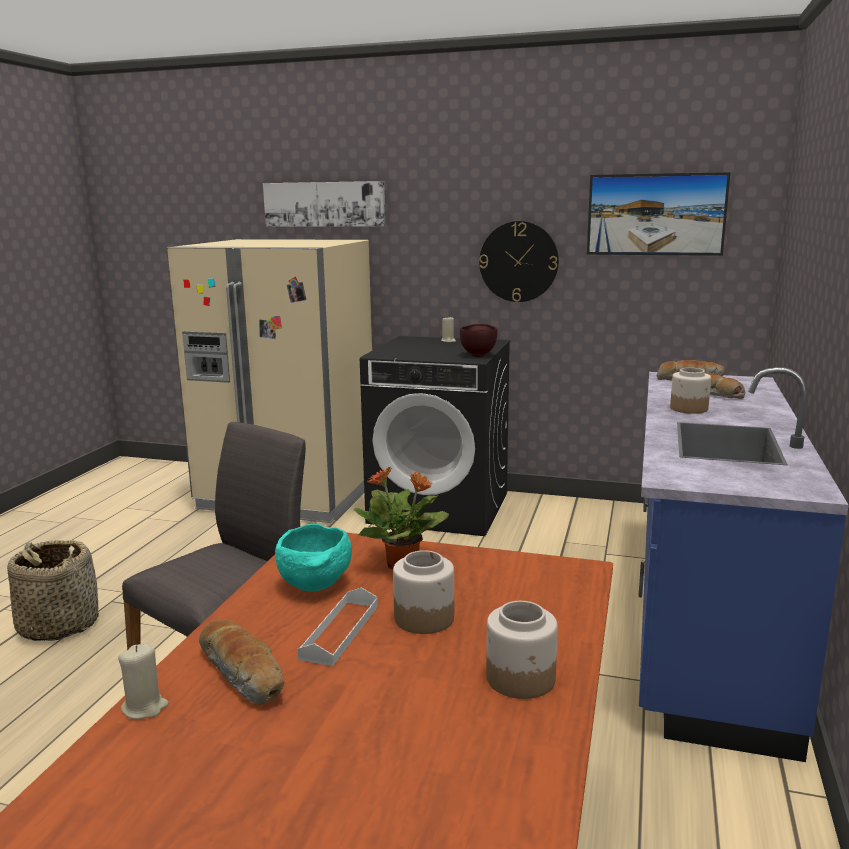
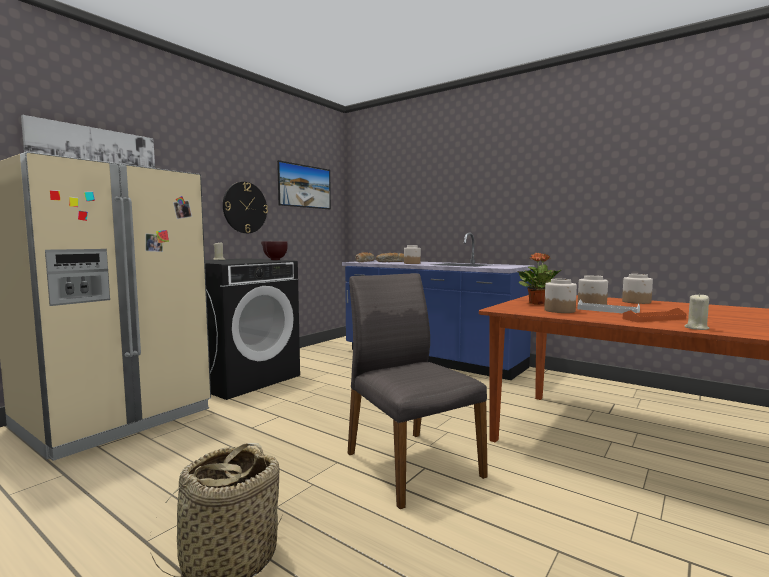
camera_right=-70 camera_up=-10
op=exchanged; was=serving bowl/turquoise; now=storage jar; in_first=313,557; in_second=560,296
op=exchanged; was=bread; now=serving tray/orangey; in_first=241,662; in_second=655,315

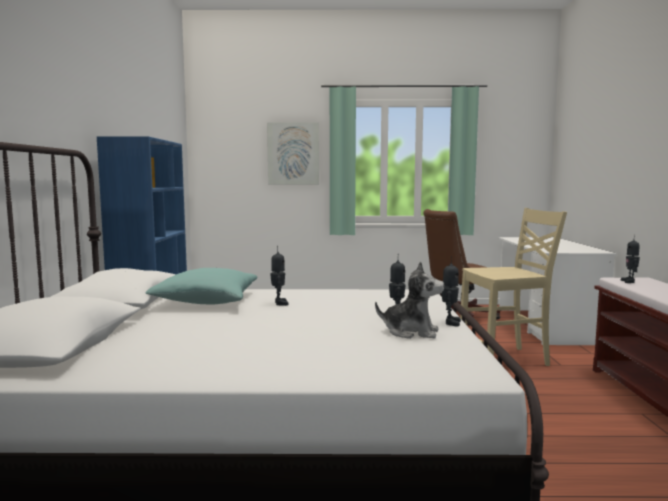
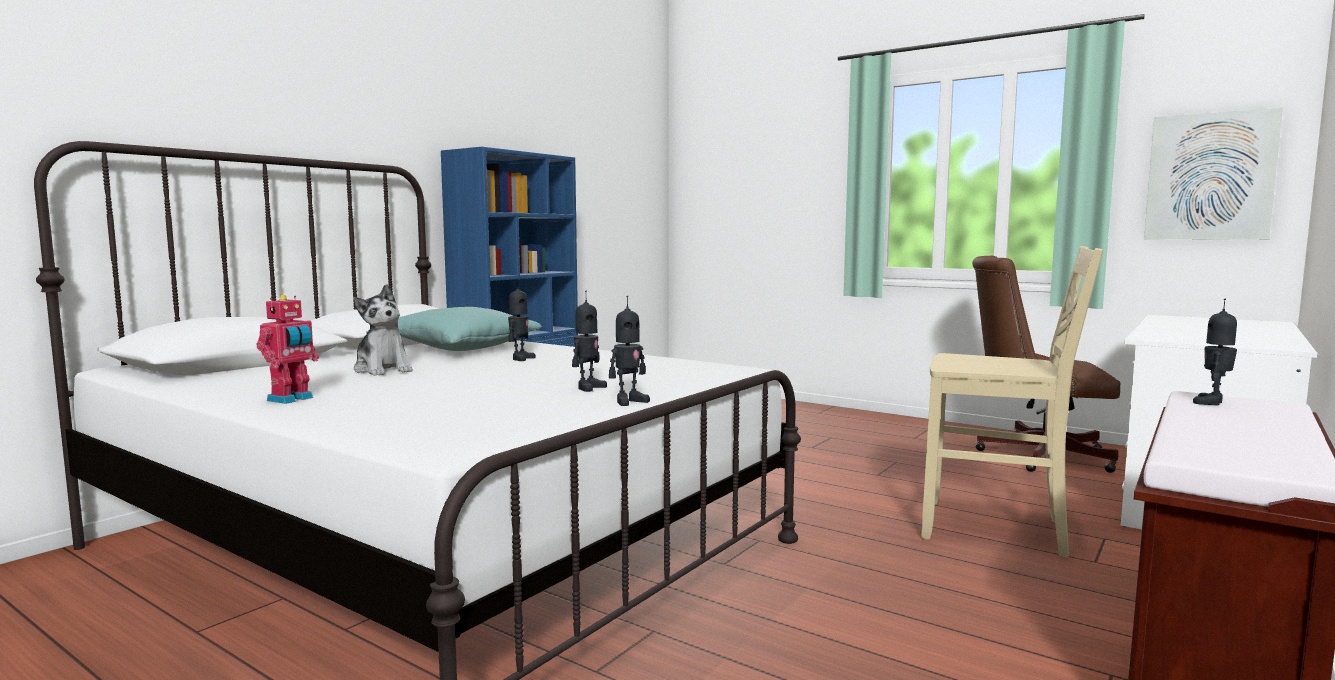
camera_right=35 camera_up=0
op=relocated; was=wall art; in_first=293,153; in_second=1213,174
op=relocated; was=cuddly toy; in_first=409,300; in_second=383,330
op=appeared; now=model robot; in_second=288,349

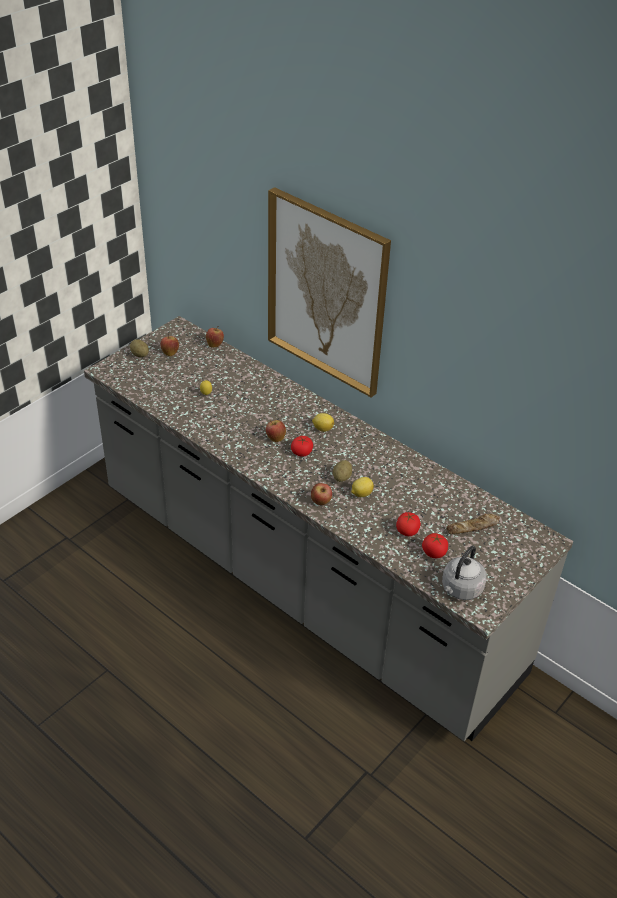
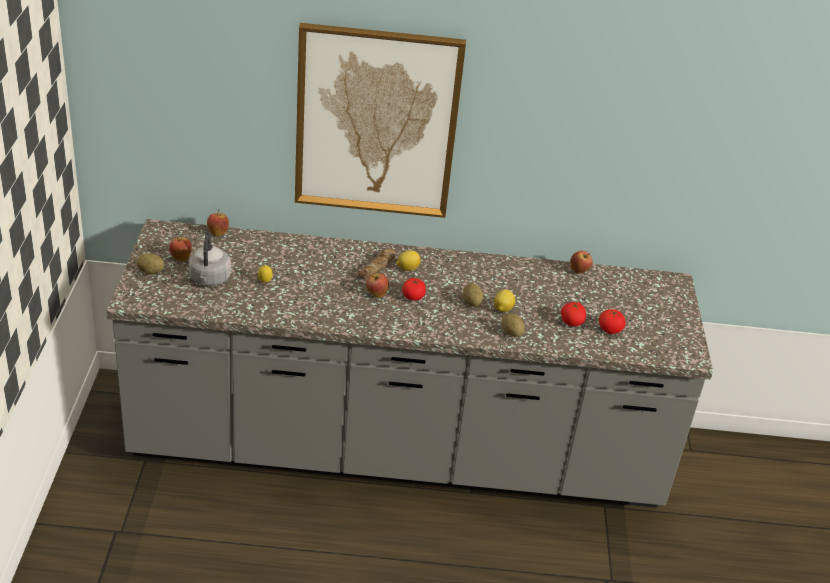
camera_right=-40 camera_up=-5
op=relocated; was=apple; in_first=321,494; in_second=581,262
op=relocated; was=bread; in_first=473,524; in_second=377,263
op=relocated; was=kettle/gray; in_first=464,572; in_second=210,258
op=appeared; now=whole potato; in_second=513,325

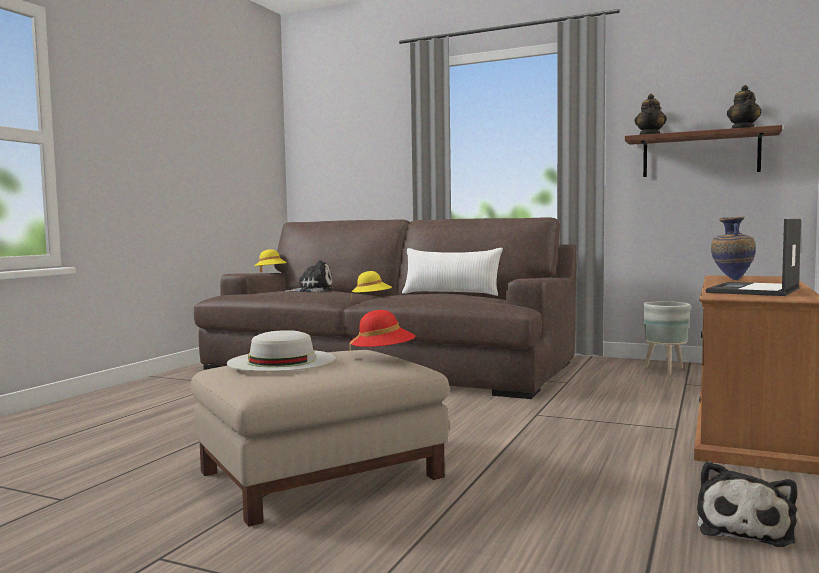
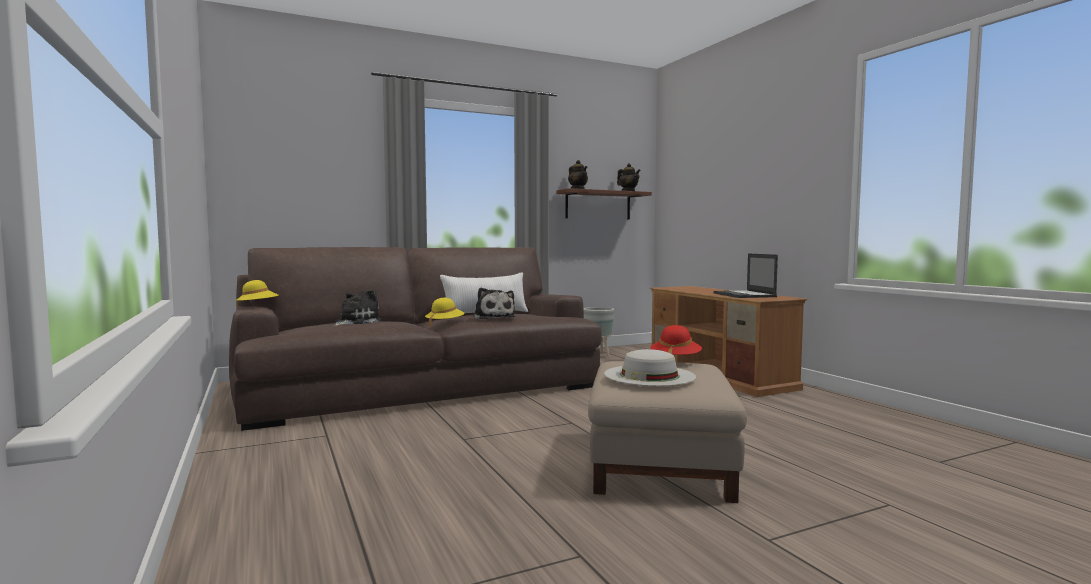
camera_right=-50 camera_up=0
op=missing; was=decorative vase; in_first=733,248
op=relocated; was=cuddly toy; in_first=747,504; in_second=494,303

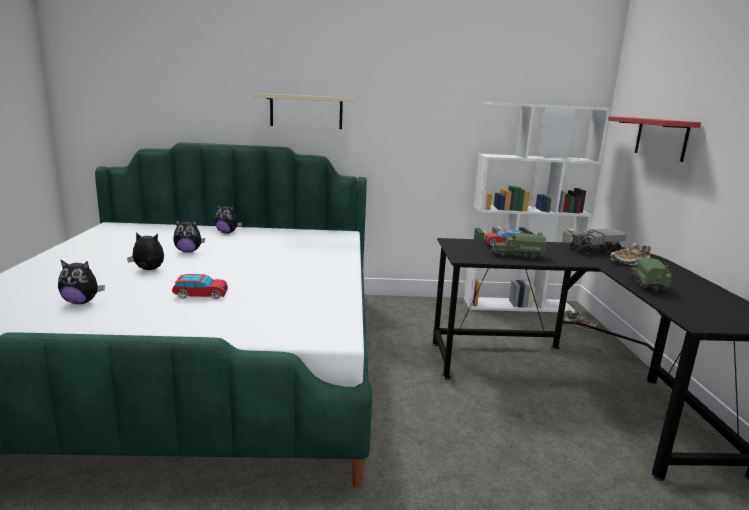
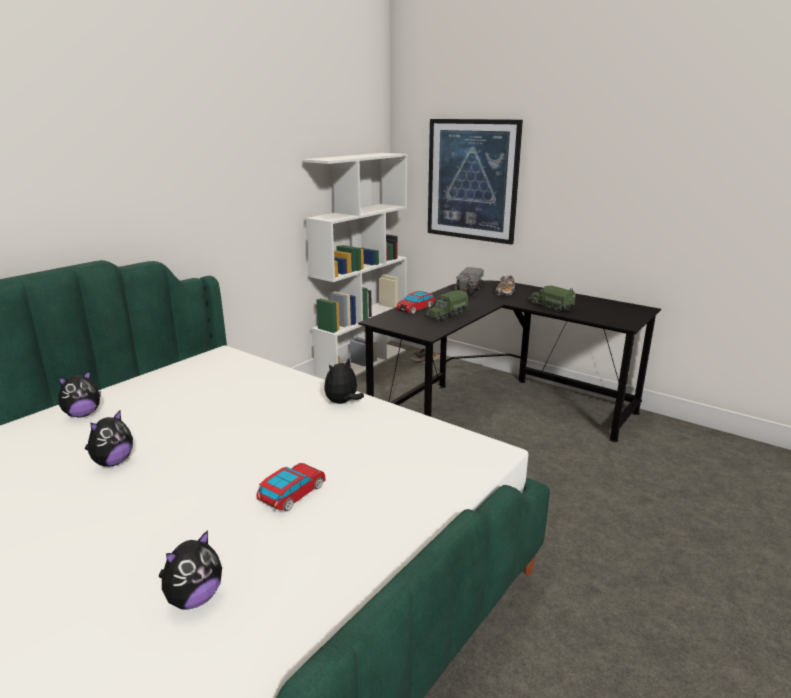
camera_right=-50 camera_up=5
op=missing; was=wall shelf/beige; in_first=304,111
op=exchanged; was=wall shelf/reddish; now=wall art; in_first=654,139; in_second=475,182
op=relocated; was=cuddly toy; in_first=145,251; in_second=344,381

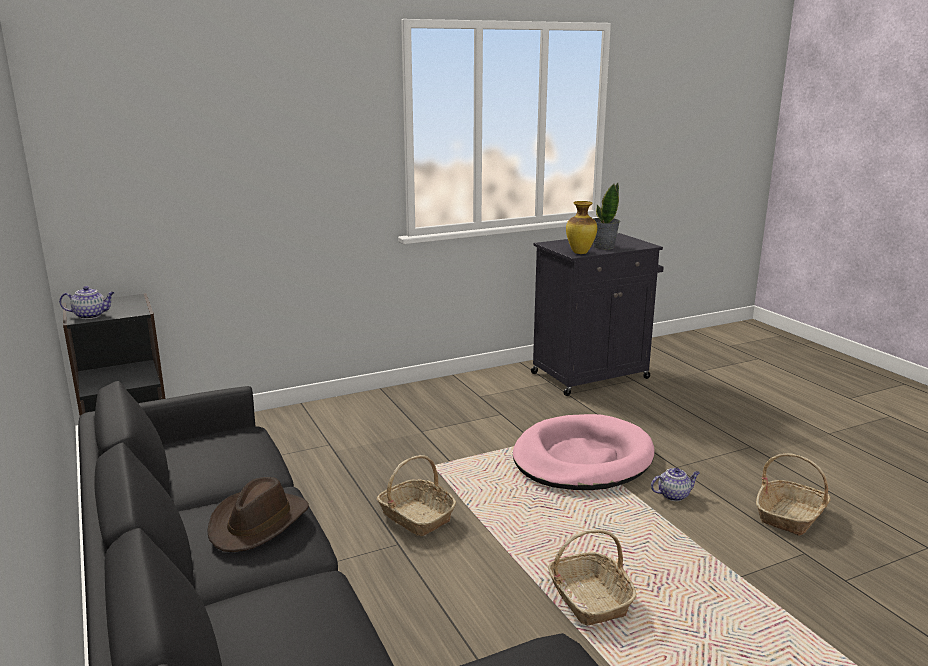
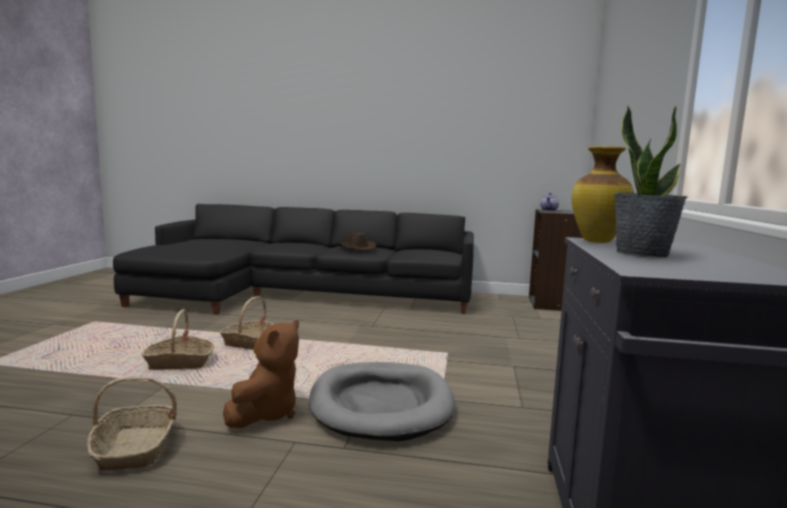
camera_right=125 camera_up=-10
op=colour; was=pet bed/pinkish; now=pet bed/gray; in_first=584,452; in_second=382,401
op=relocated; was=household basket; in_first=417,495; in_second=178,339
op=exchanged; was=tea pot; now=cuddly toy/brown-coloured; in_first=675,484; in_second=261,374

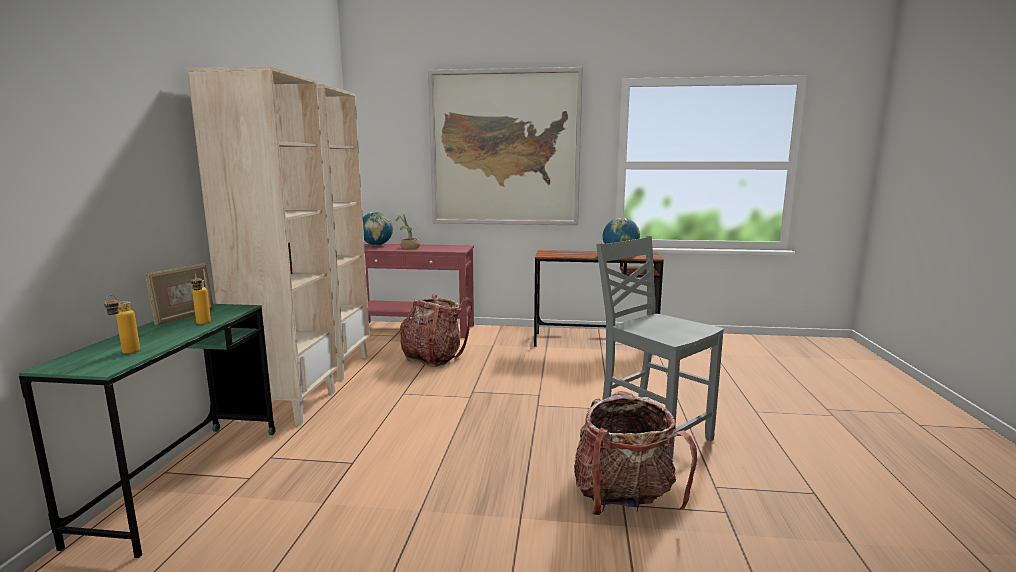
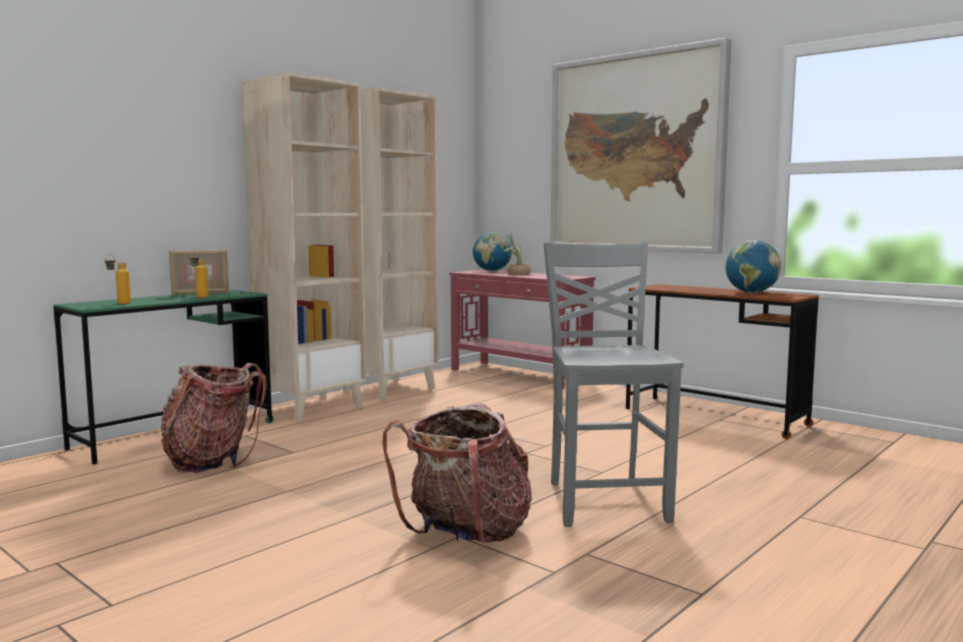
camera_right=35 camera_up=-5
op=relocated; was=knapsack; in_first=436,331; in_second=214,418

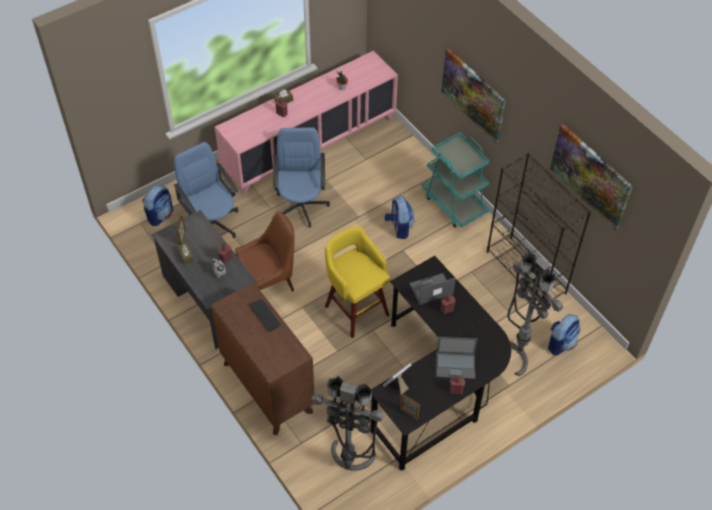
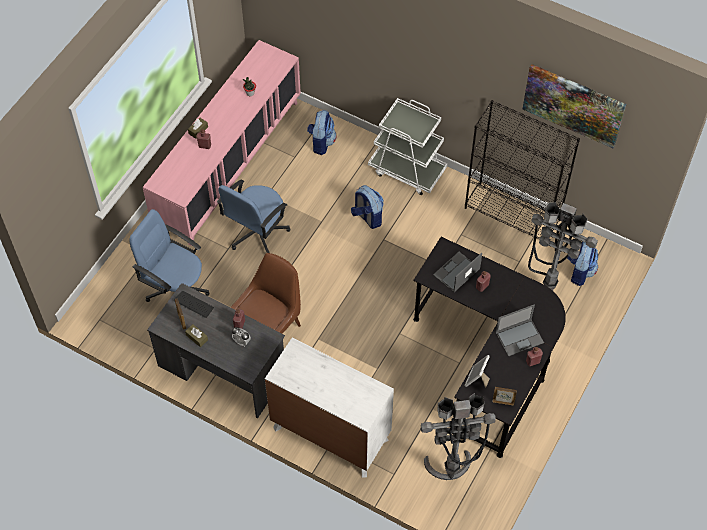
camera_right=-25 camera_up=5
op=missing; was=wall art; in_first=473,95
op=spun; was=office chair/blue-coloured; in_first=301,177; in_second=254,216; clockwise=-120
op=colour; was=wheeled cart/turquoise; now=wheeled cart/whitish; in_first=455,179; in_second=407,146
op=relocated; was=knapsack; in_first=157,205; in_second=322,132
op=missing; was=stool/yellowish; in_first=357,282
op=colour; was=dresser/brown-coloured; now=dresser/whitish; in_first=263,358; in_second=329,408
op=relocated; was=keyboard; in_first=265,315; in_second=194,304

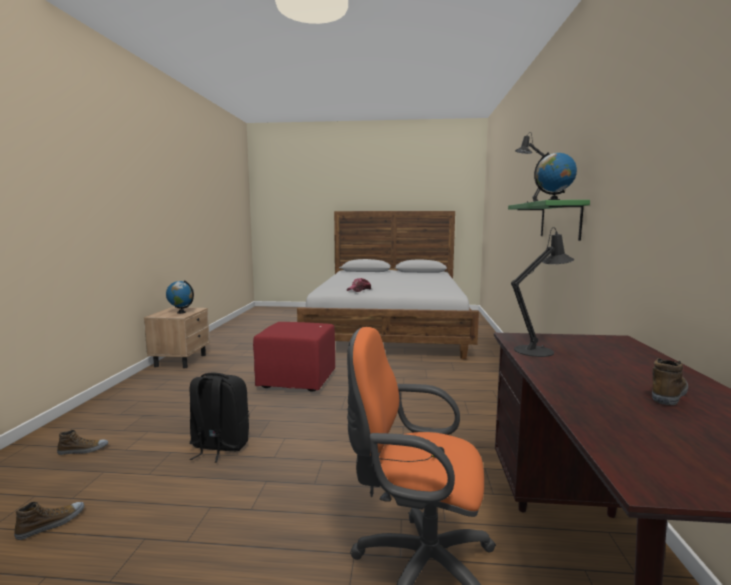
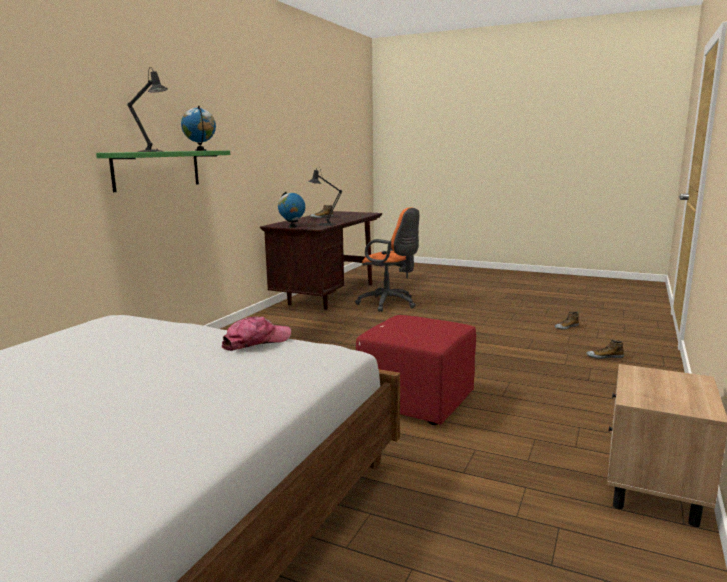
camera_right=-160 camera_up=5
op=relocated; was=world globe; in_first=180,297; in_second=291,210
op=missing; was=knapsack/black-coloured; in_first=219,418

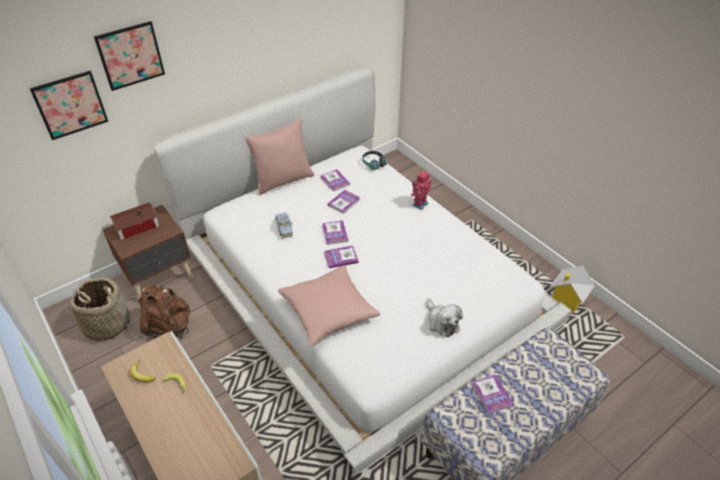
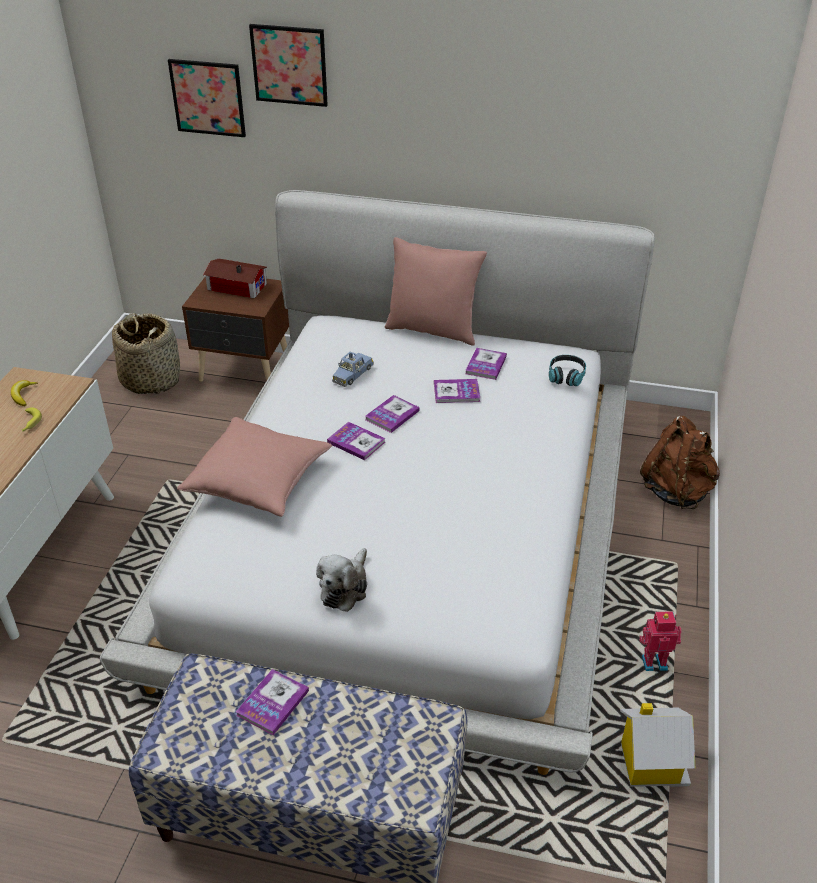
camera_right=50 camera_up=-5
op=relocated; was=model robot; in_first=421,190; in_second=660,641
op=relocated; was=knapsack/brown-coloured; in_first=164,312; in_second=680,462

